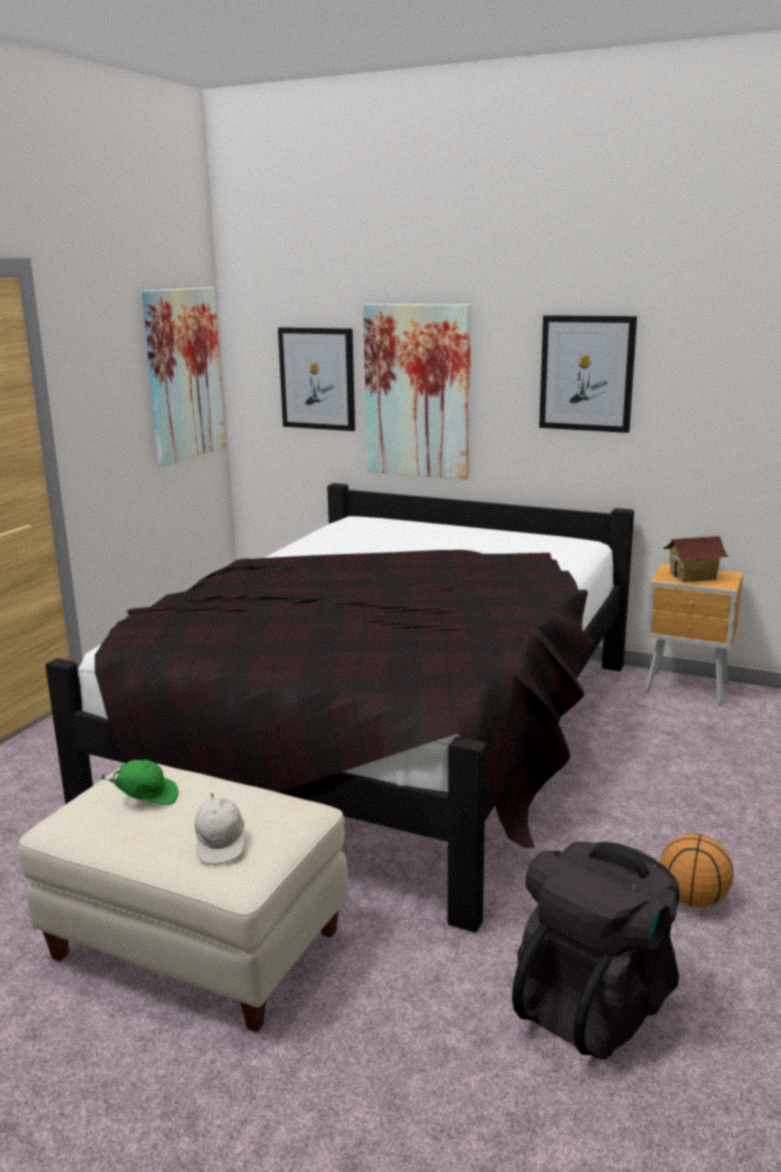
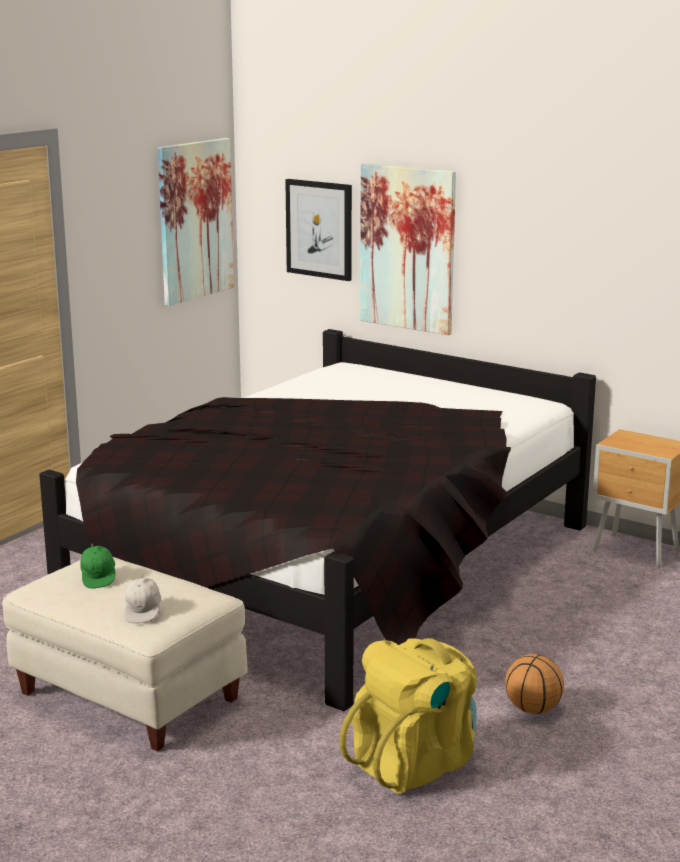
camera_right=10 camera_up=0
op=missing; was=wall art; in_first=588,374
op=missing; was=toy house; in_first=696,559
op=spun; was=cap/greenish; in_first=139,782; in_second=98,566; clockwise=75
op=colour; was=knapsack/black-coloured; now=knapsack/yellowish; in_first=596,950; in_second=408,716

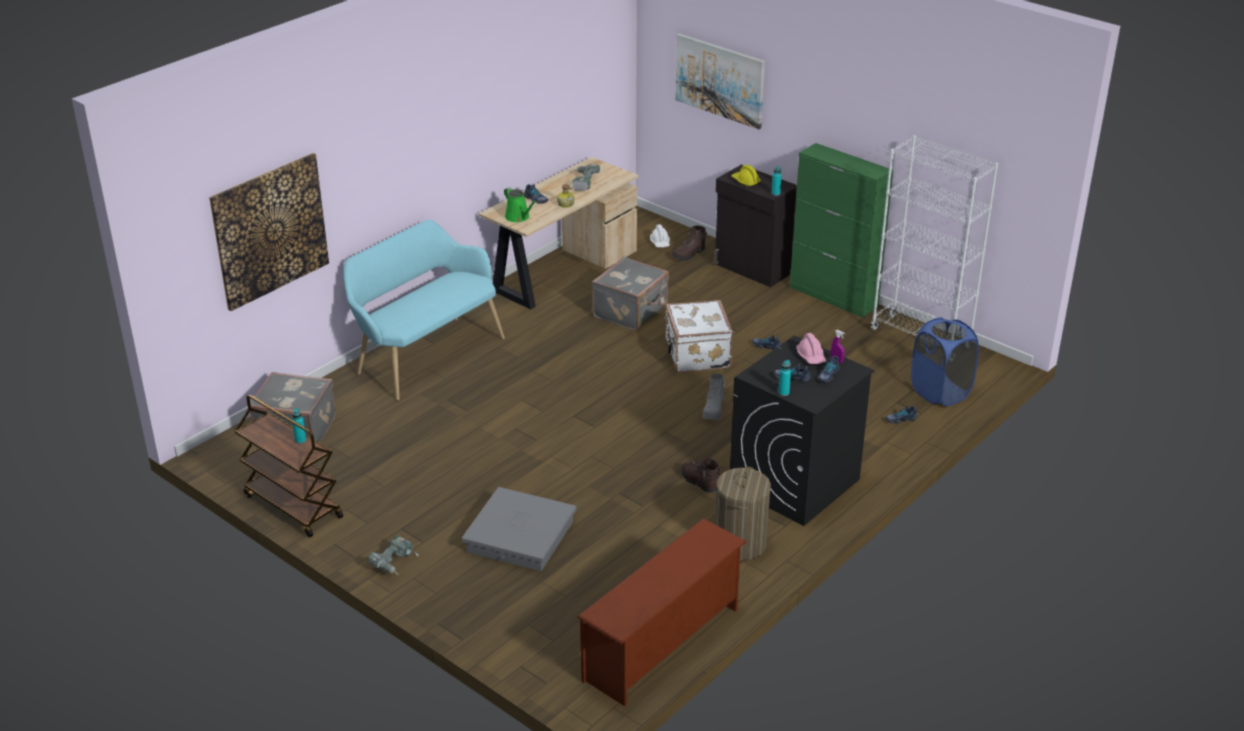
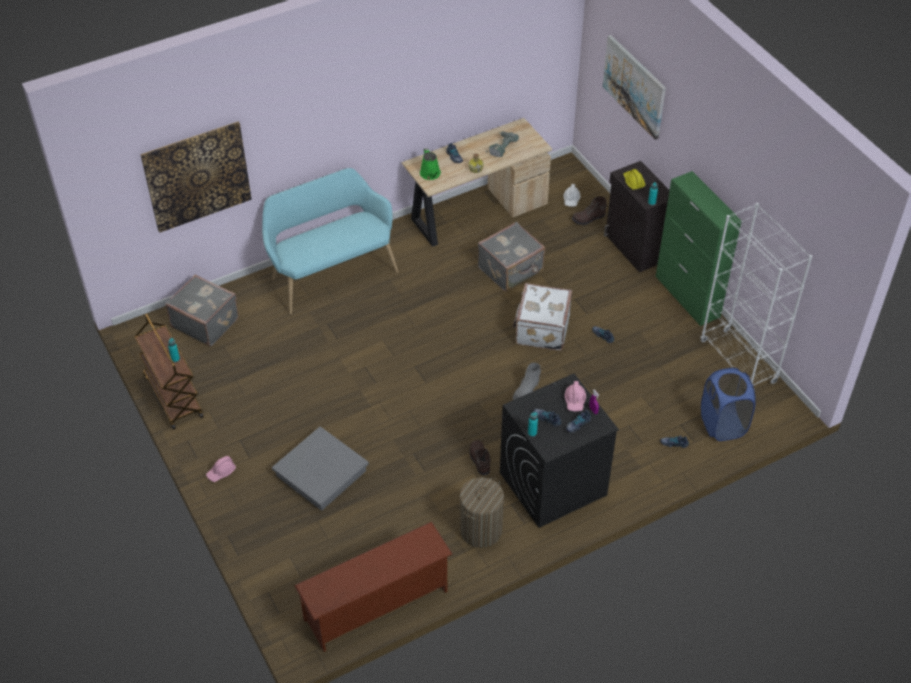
camera_right=20 camera_up=15
op=exchanged; was=drill; now=safety helmet/pinkish; in_first=393,555; in_second=221,469

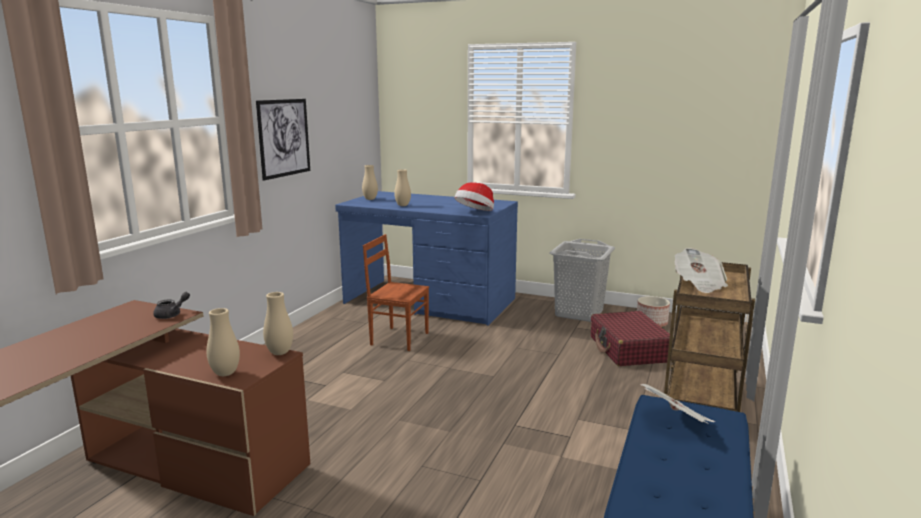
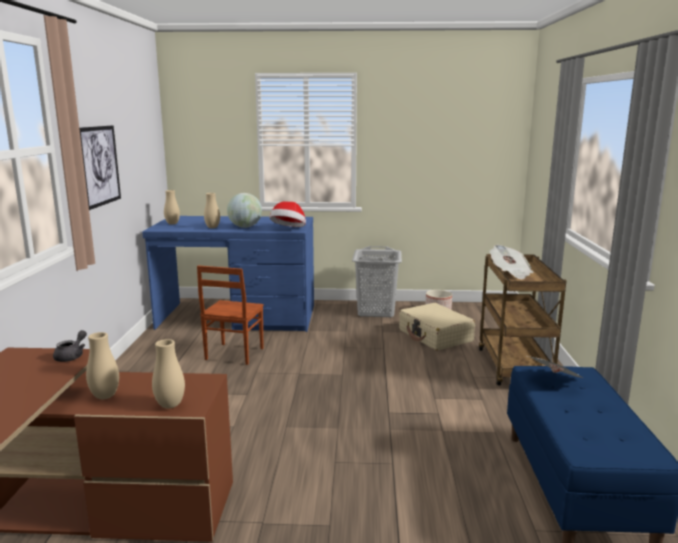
camera_right=-20 camera_up=0
op=spun; was=chair/brown-coloured; in_first=396,292; in_second=230,315; clockwise=-75
op=relocated; was=decorative vase/beige; in_first=278,323; in_second=102,365
op=colour; was=suitcase/reddish; now=suitcase/beige; in_first=632,338; in_second=437,327
op=appeared; now=world globe; in_second=244,210

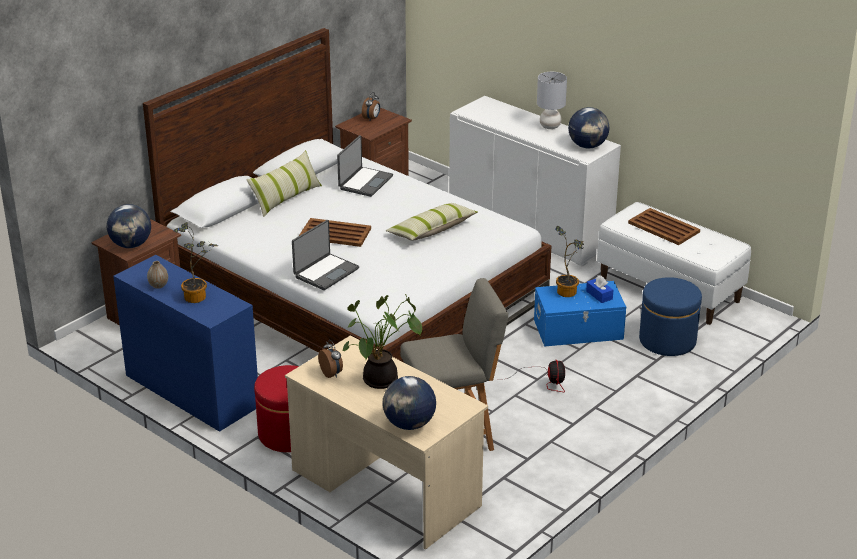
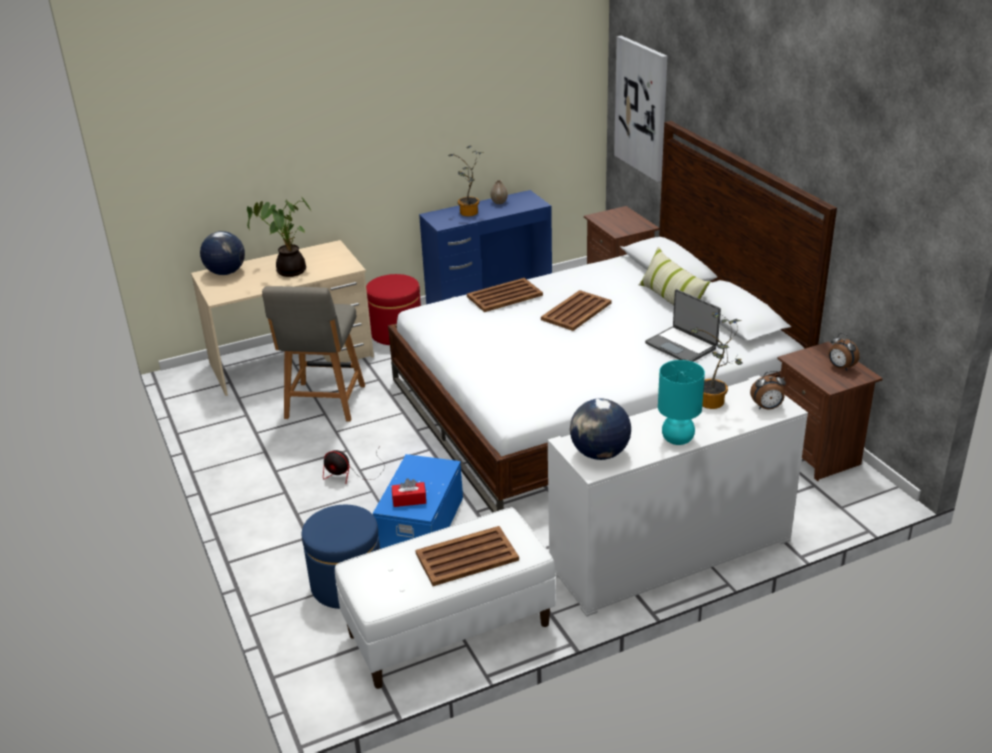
camera_right=115 camera_up=0
op=colour; was=lamp for a table/gray; now=lamp for a table/turquoise; in_first=552,100; in_second=681,402
op=missing; was=throw pillow; in_first=432,222
op=missing; was=world globe; in_first=128,226
op=exchanged; was=portable computer; now=serving tray/brown-coloured; in_first=325,255; in_second=505,295
op=relocated; was=houseplant; in_first=569,261; in_second=716,360
op=colour; was=tissue holder/blue-coloured; now=tissue holder/reddish; in_first=599,289; in_second=409,492
op=relocated; was=alarm clock; in_first=330,359; in_second=768,390
op=appeared; now=wall art; in_second=641,109

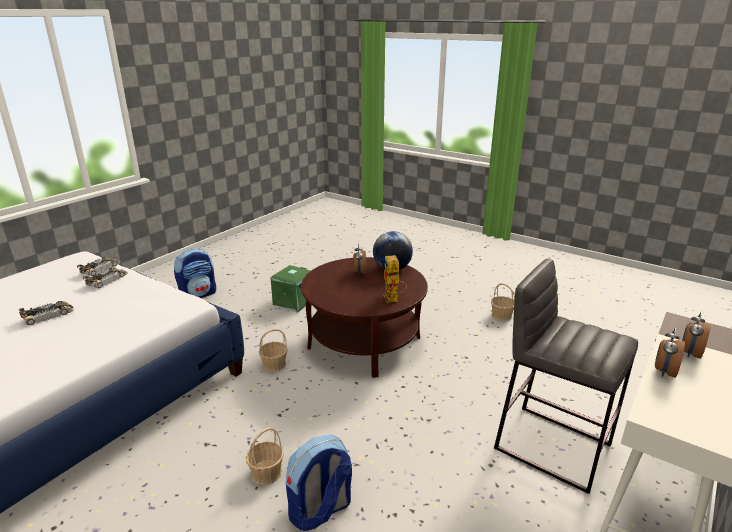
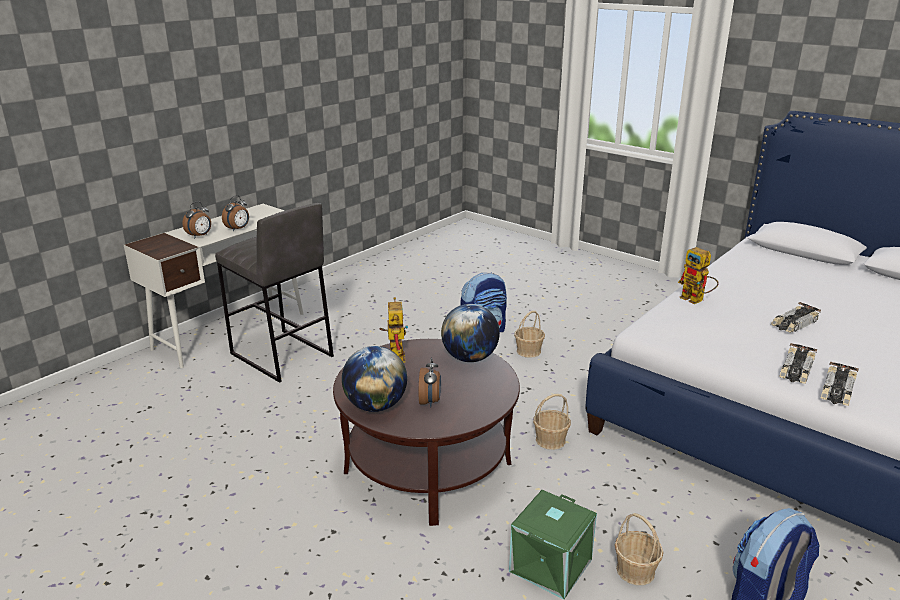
camera_right=-175 camera_up=0
op=relocated; was=household basket; in_first=503,302; in_second=639,549
op=appeared; now=model robot; in_second=698,275
op=appeared; now=world globe; in_second=470,333

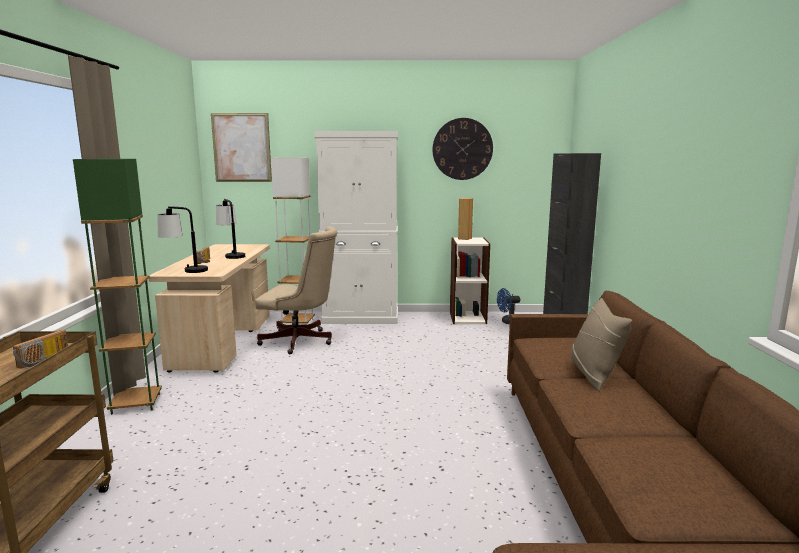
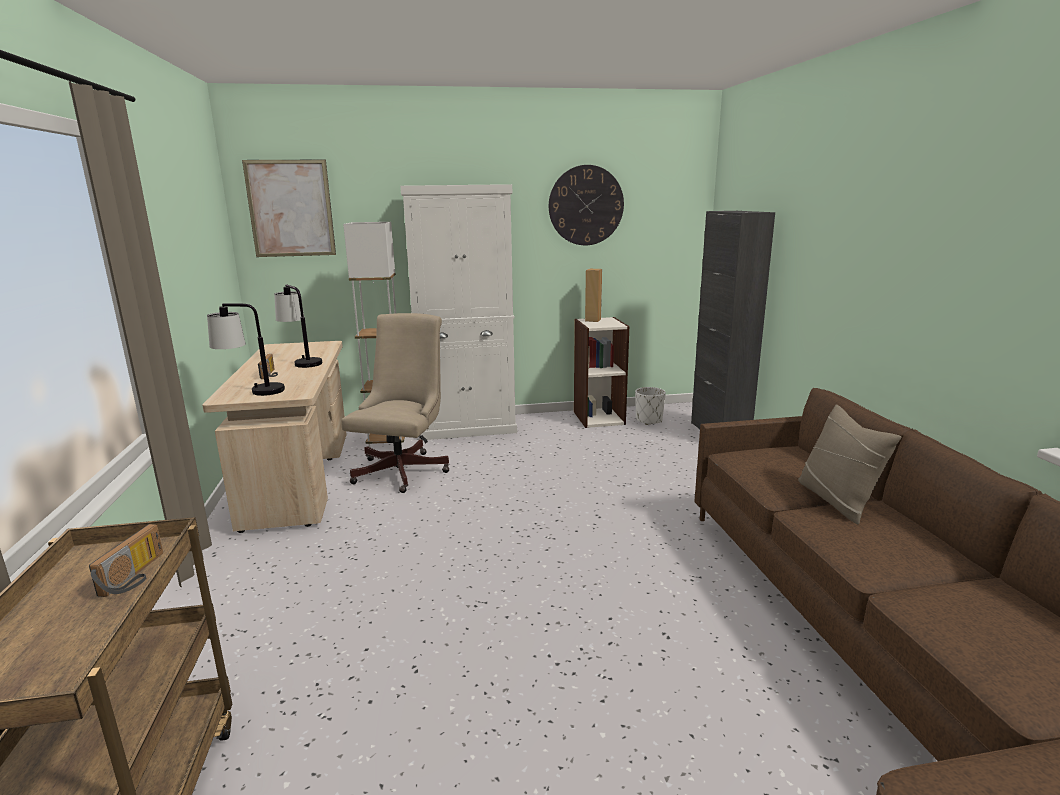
camera_right=-10 camera_up=5
op=missing; was=standard lamp/greenish; in_first=117,287
op=spun; was=office chair/beige; in_first=296,290; in_second=395,403; clockwise=-75
op=exchanged; was=electric fan/blue-coloured; now=planter/whitish; in_first=508,306; in_second=650,406

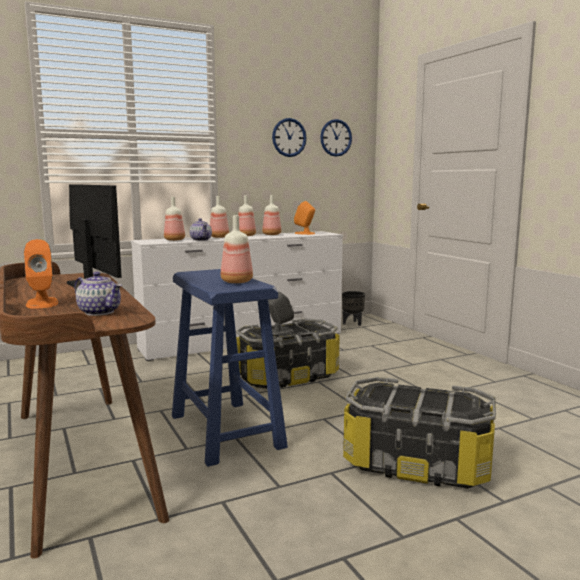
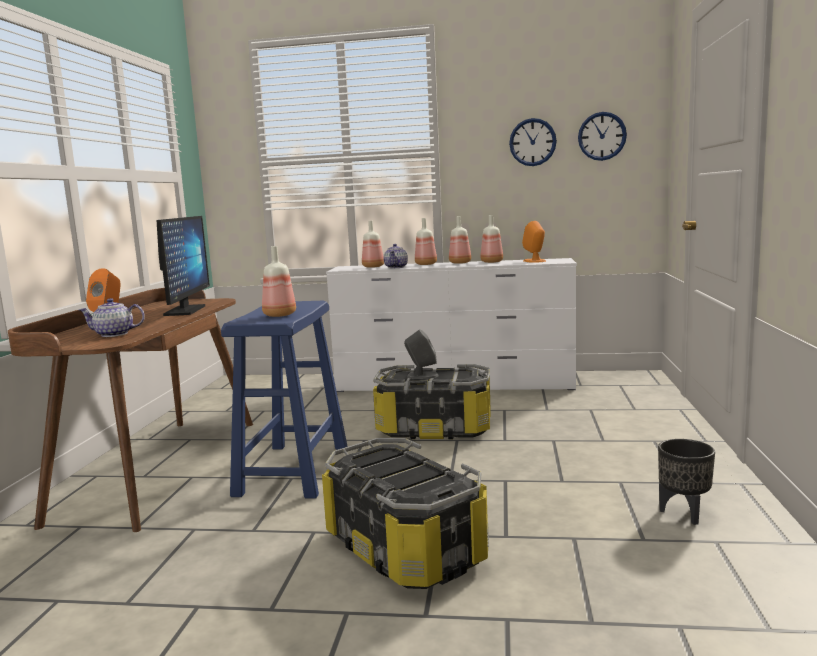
camera_right=35 camera_up=0
op=spun; was=tea pot; in_first=98,294; in_second=112,317; clockwise=105
op=relocated; was=planter/black-coloured; in_first=353,308; in_second=686,482

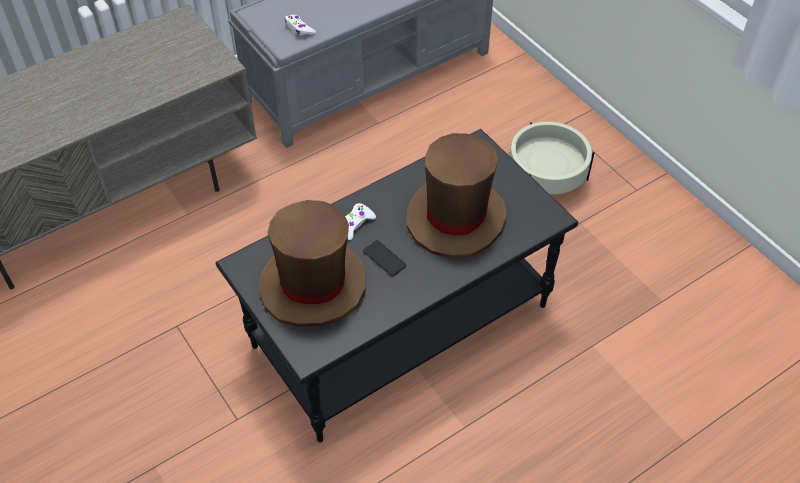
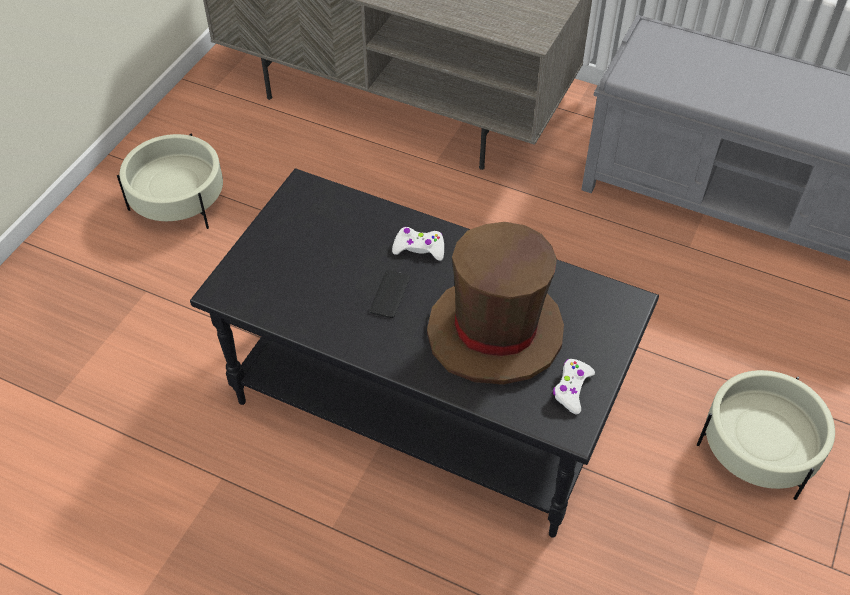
camera_right=60 camera_up=0
op=relocated; was=joypad/whitish; in_first=300,25; in_second=574,387
op=missing; was=hat/brown-coloured; in_first=312,263
op=appeared; now=planter/beige; in_second=170,181

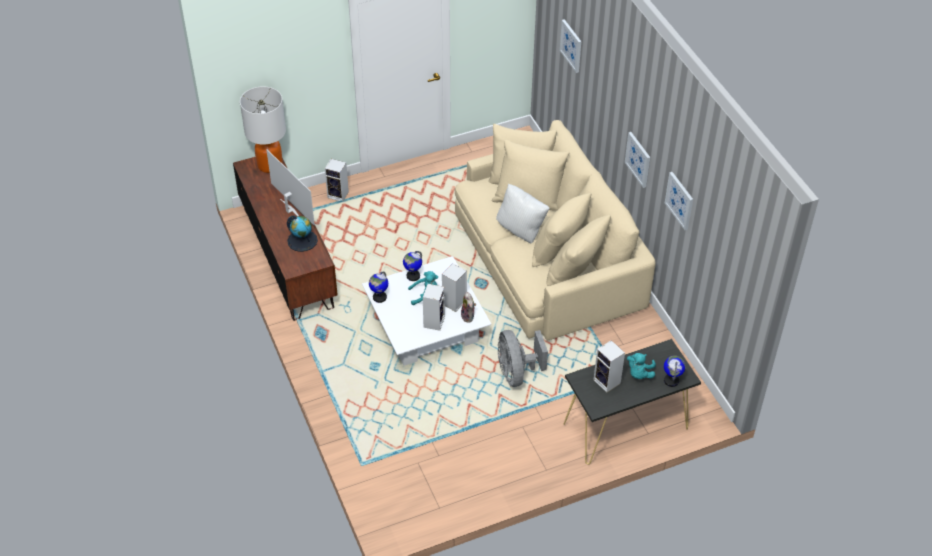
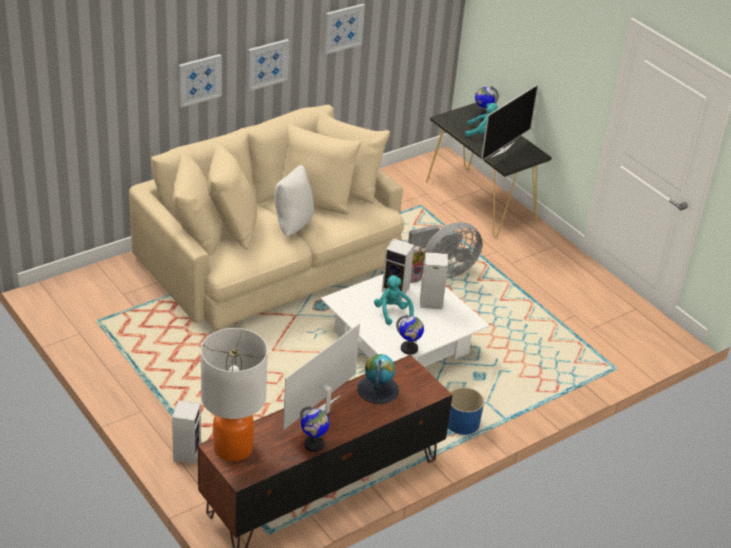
camera_right=-105 camera_up=-10
op=relocated; was=wall art; in_first=570,46; in_second=200,81
op=relocated; was=world globe; in_first=412,266; in_second=315,429
op=exchanged; was=loudspeaker; now=television; in_first=609,366; in_second=509,122
op=appeared; now=planter/blue-coloured; in_second=466,411

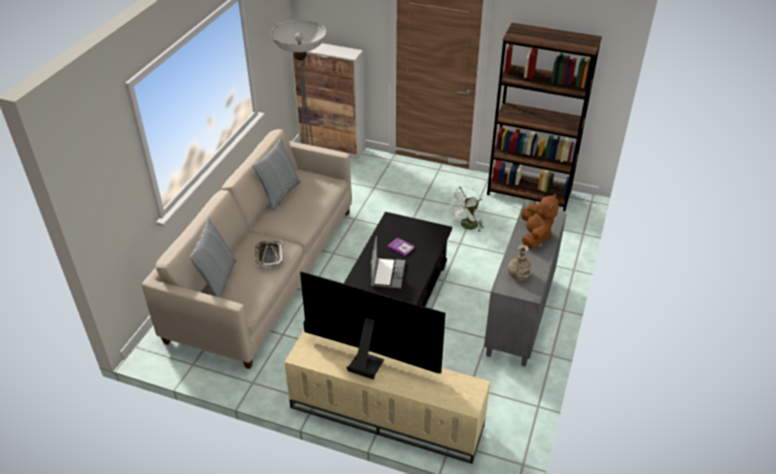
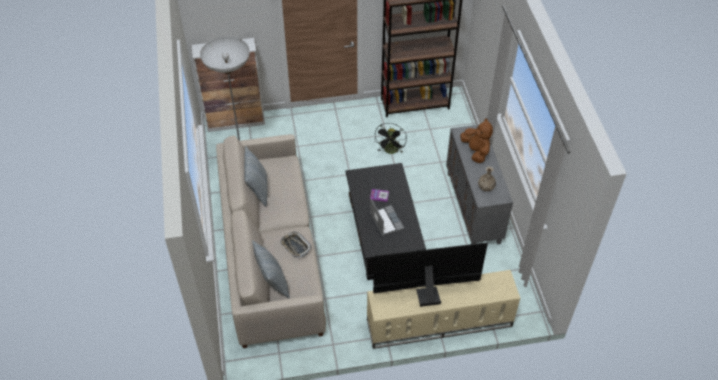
camera_right=-30 camera_up=10
op=colour; was=electric fan/whitish; now=electric fan/black-coloured; in_first=466,209; in_second=390,138

